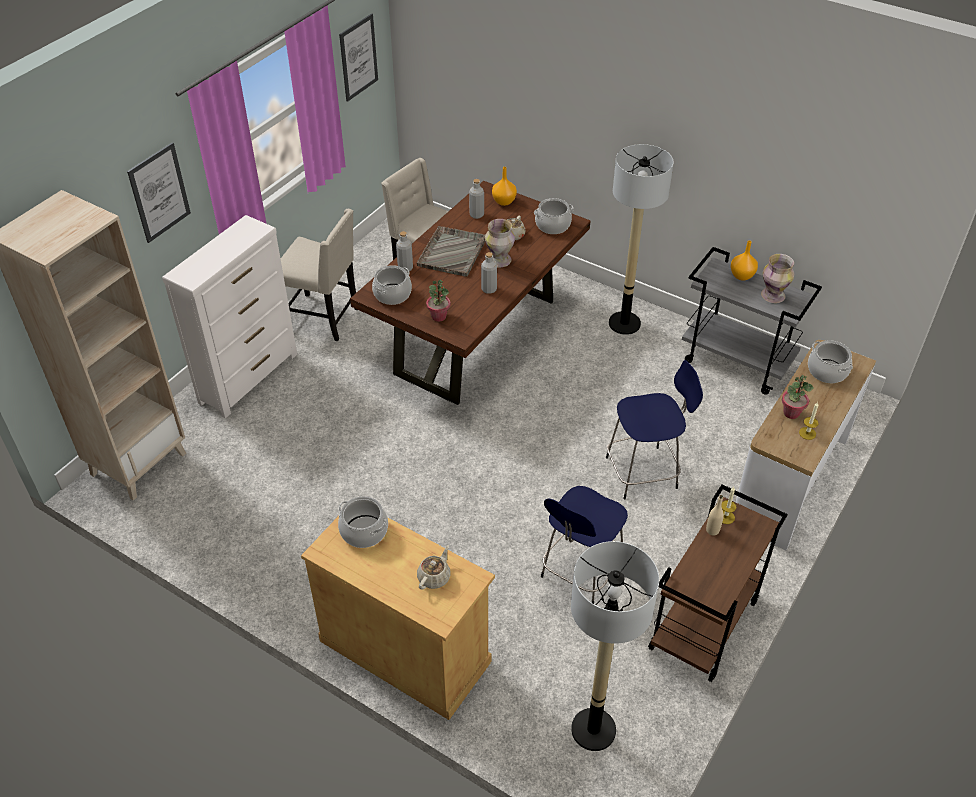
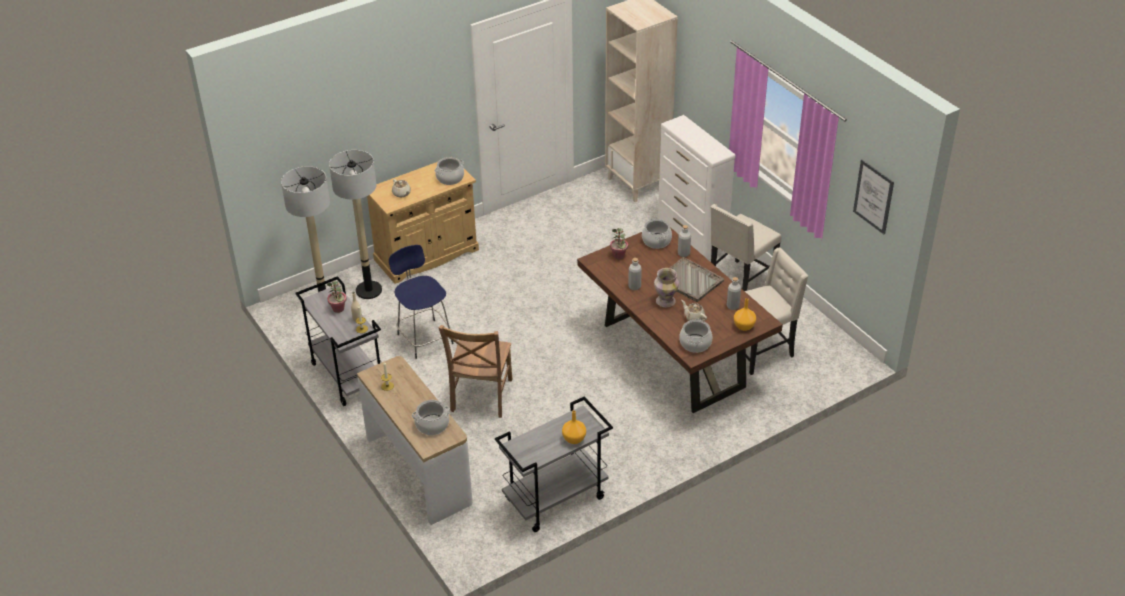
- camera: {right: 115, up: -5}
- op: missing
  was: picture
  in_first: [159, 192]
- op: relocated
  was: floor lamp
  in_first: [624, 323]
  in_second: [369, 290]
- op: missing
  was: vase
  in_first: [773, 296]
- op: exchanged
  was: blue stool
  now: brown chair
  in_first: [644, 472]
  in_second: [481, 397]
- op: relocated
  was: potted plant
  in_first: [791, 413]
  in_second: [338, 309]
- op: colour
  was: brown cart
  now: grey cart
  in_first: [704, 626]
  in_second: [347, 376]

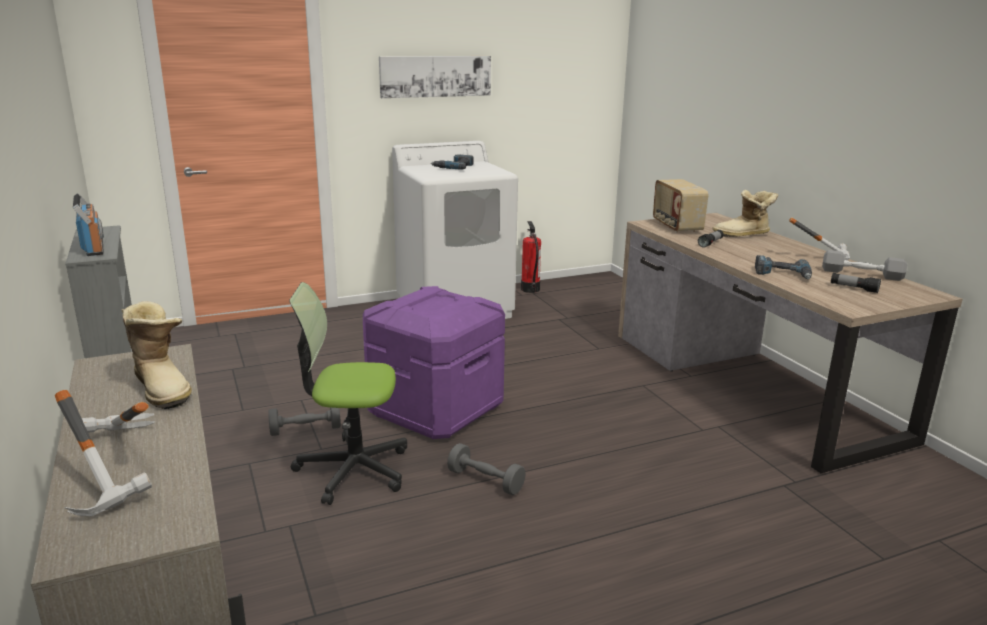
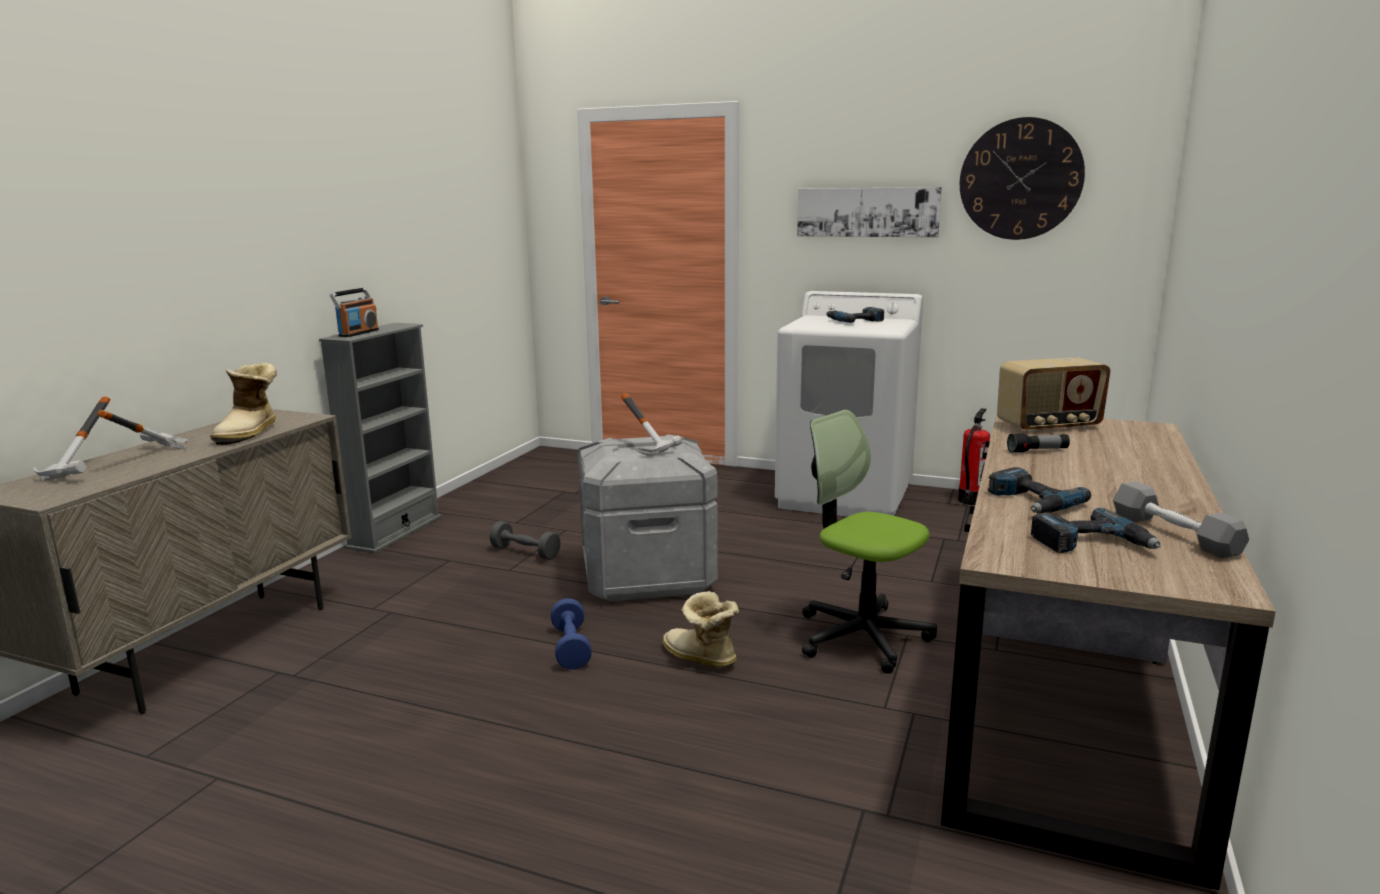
- camera: {right: 45, up: -5}
- op: spun
  was: radio
  in_first: [676, 226]
  in_second: [1049, 426]
  clockwise: -135
- op: relocated
  was: boot
  in_first: [743, 235]
  in_second: [699, 659]
- op: relocated
  was: hammer
  in_first: [818, 257]
  in_second: [652, 447]
- op: exchanged
  was: flashlight
  now: power drill
  in_first: [854, 288]
  in_second: [1092, 543]
- op: relocated
  was: office chair
  in_first: [353, 469]
  in_second: [862, 637]
- op: colour
  was: purple storage box
  now: grey storage box
  in_first: [435, 410]
  in_second: [646, 576]
- op: colour
  was: grey dumbbell
  now: blue dumbbell
  in_first: [485, 481]
  in_second: [571, 647]
- op: appeared
  now: wall clock
  in_second: [1020, 179]

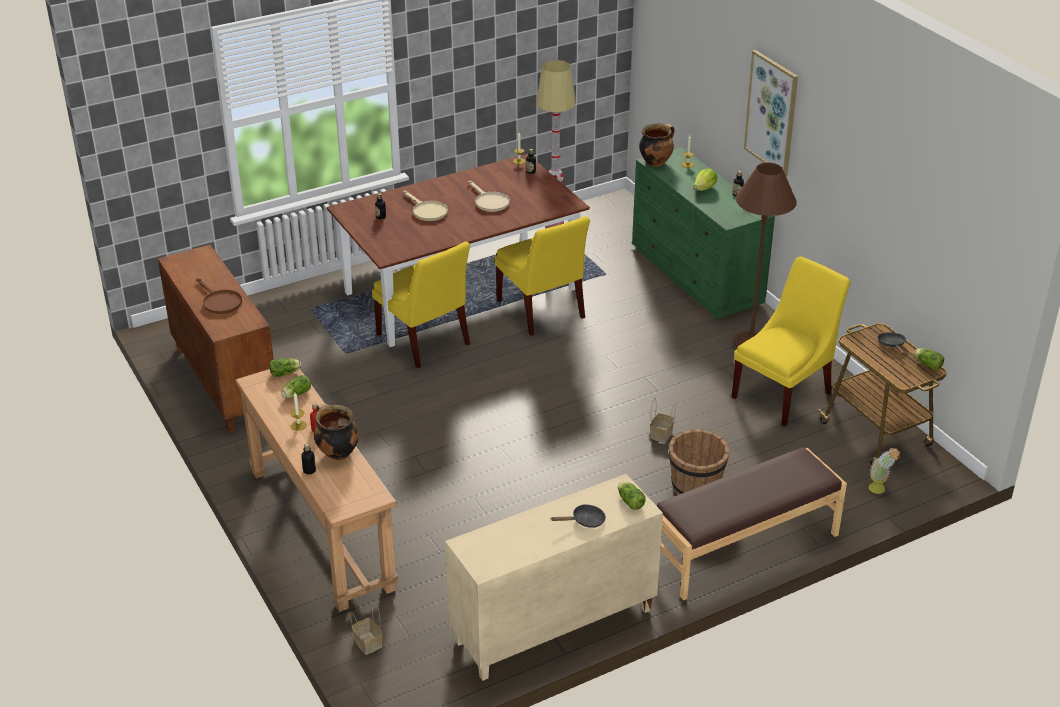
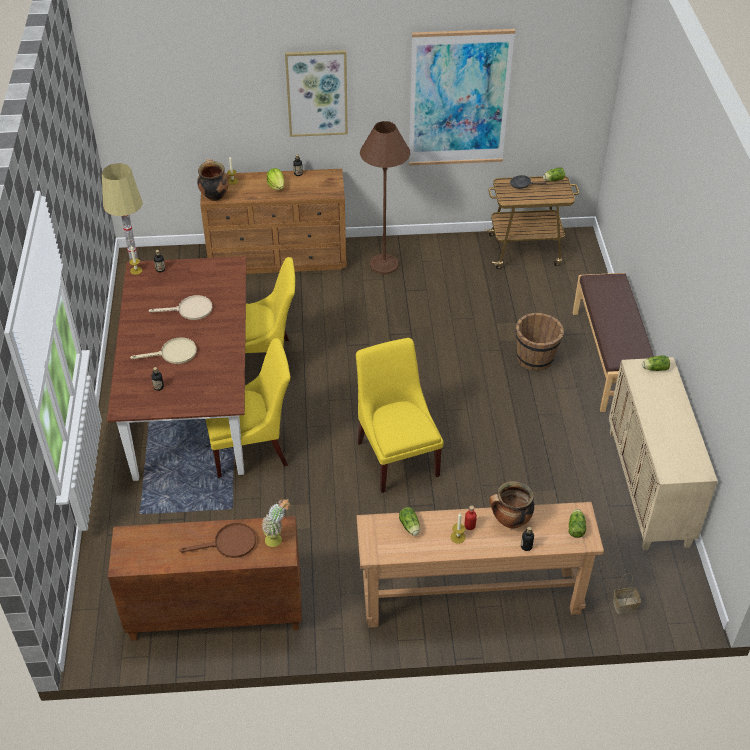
- camera: {right: -65, up: 10}
- op: colour
  was: green dresser
  now: brown dresser
  in_first: [696, 276]
  in_second: [279, 258]
- op: relocated
  was: yellow chair
  in_first: [784, 393]
  in_second: [397, 455]
- op: relocated
  was: lettuce
  in_first: [286, 373]
  in_second: [576, 527]
- op: missing
  was: basket
  in_first: [661, 435]
- op: relocated
  was: potted plant
  in_first: [880, 490]
  in_second: [278, 539]
- op: missing
  was: black frying pan
  in_first: [585, 521]
- op: appeared
  now: picture
  in_second: [459, 99]

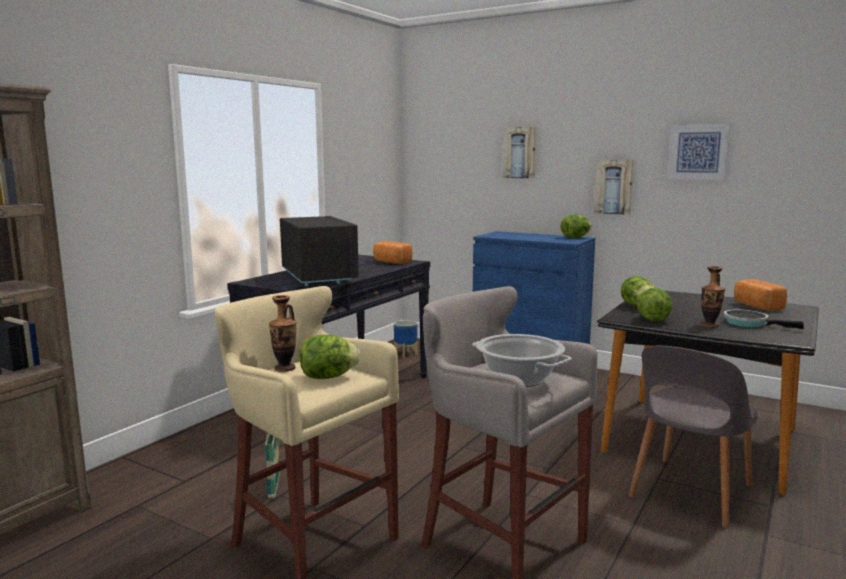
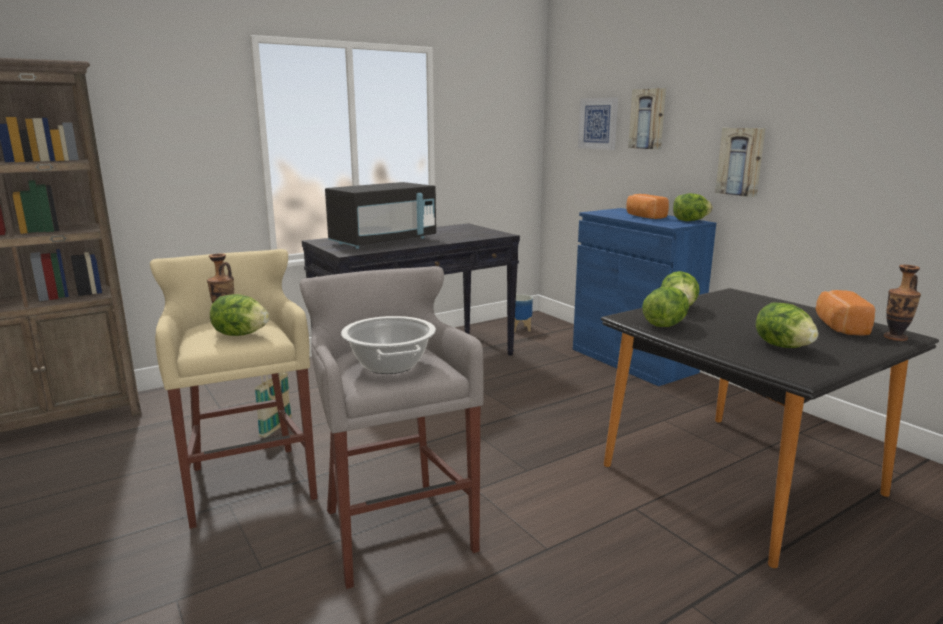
- camera: {right: 25, up: 5}
- op: relocated
  was: picture
  in_first: [698, 152]
  in_second: [598, 123]
- op: spun
  was: black microwave
  in_first: [318, 277]
  in_second: [384, 242]
  clockwise: 45
- op: relocated
  was: bread
  in_first: [391, 262]
  in_second: [644, 217]
- op: relocated
  was: vase
  in_first: [709, 325]
  in_second: [895, 338]
- op: exchanged
  was: frying pan
  now: lettuce
  in_first: [749, 323]
  in_second: [782, 346]
- op: missing
  was: grey chair
  in_first: [689, 493]

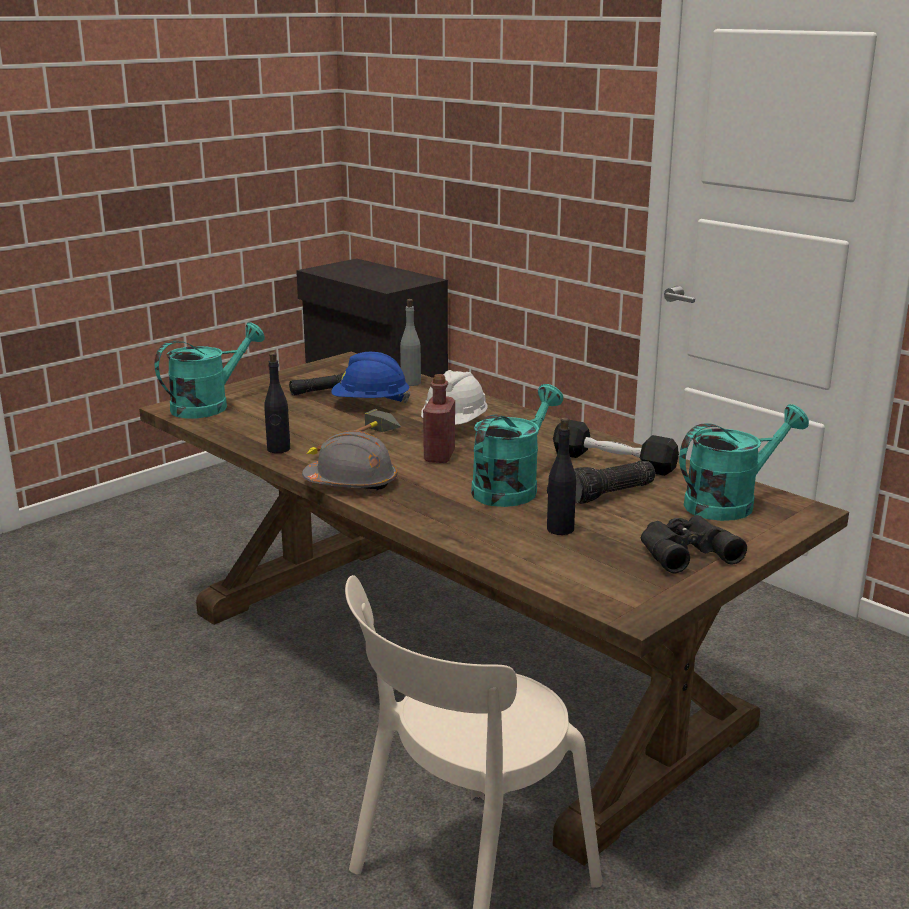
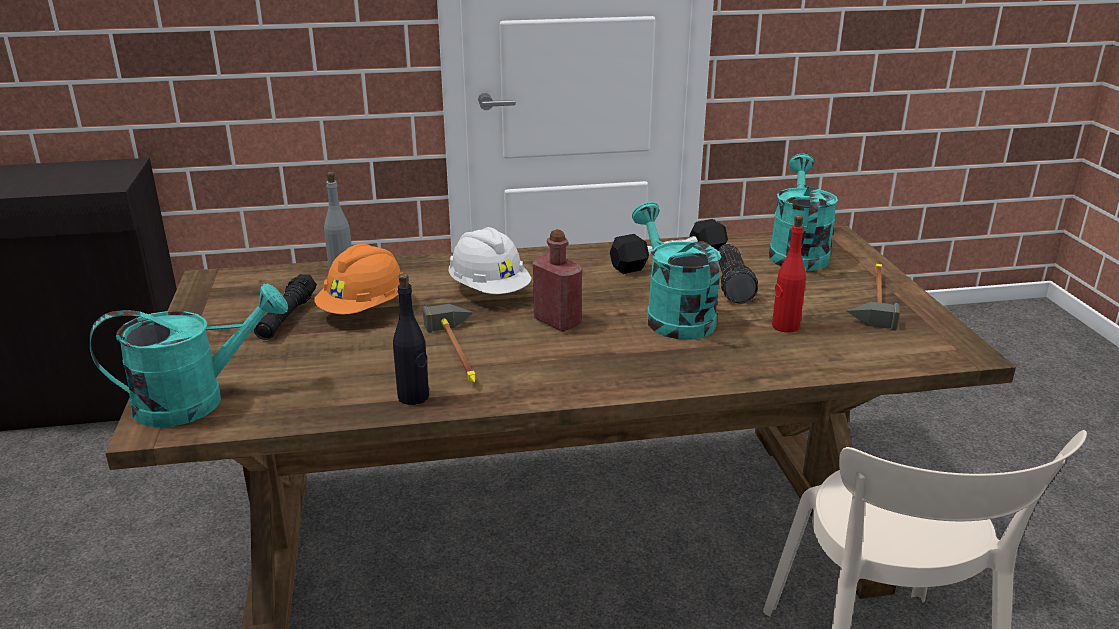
- camera: {right: -55, up: 5}
- op: spun
  was: turquoise watering can
  in_first: [209, 406]
  in_second: [196, 400]
  clockwise: 75
- op: colour
  was: blue hard hat
  now: orange hard hat
  in_first: [370, 404]
  in_second: [364, 309]
- op: colour
  was: black bottle
  now: red bottle
  in_first: [560, 529]
  in_second: [785, 326]
- op: missing
  was: grey hard hat
  in_first: [351, 482]
- op: exchanged
  was: black binoculars
  now: hammer
  in_first: [684, 551]
  in_second: [870, 297]

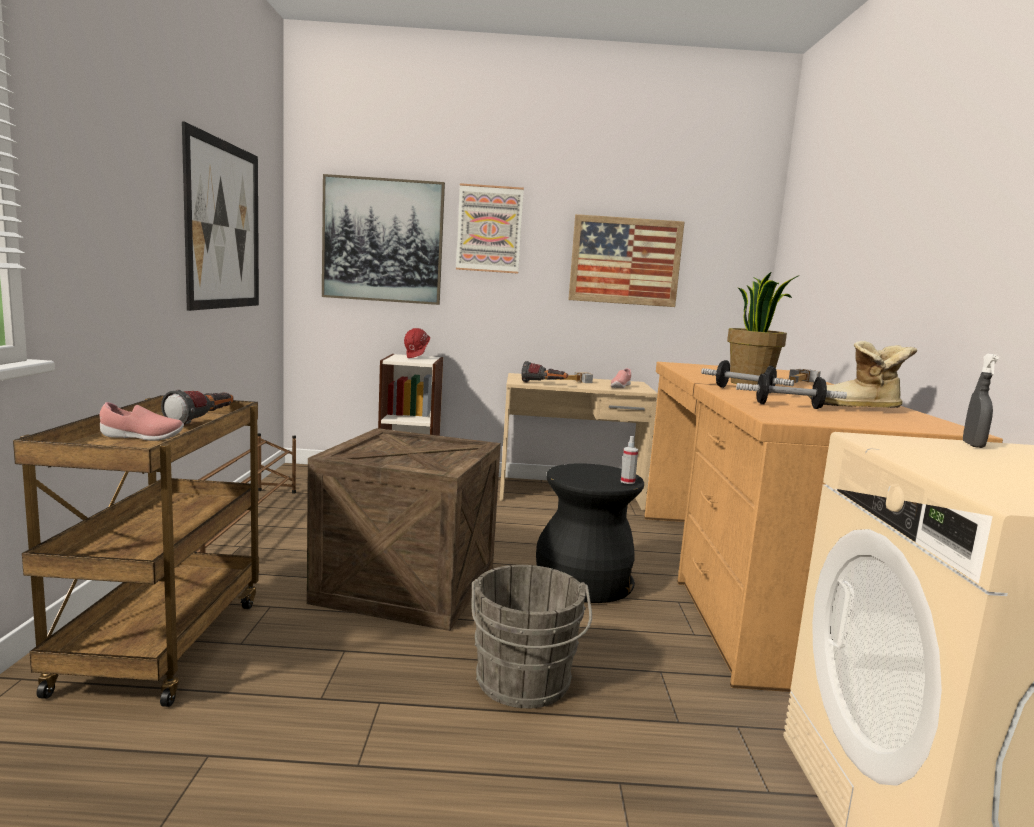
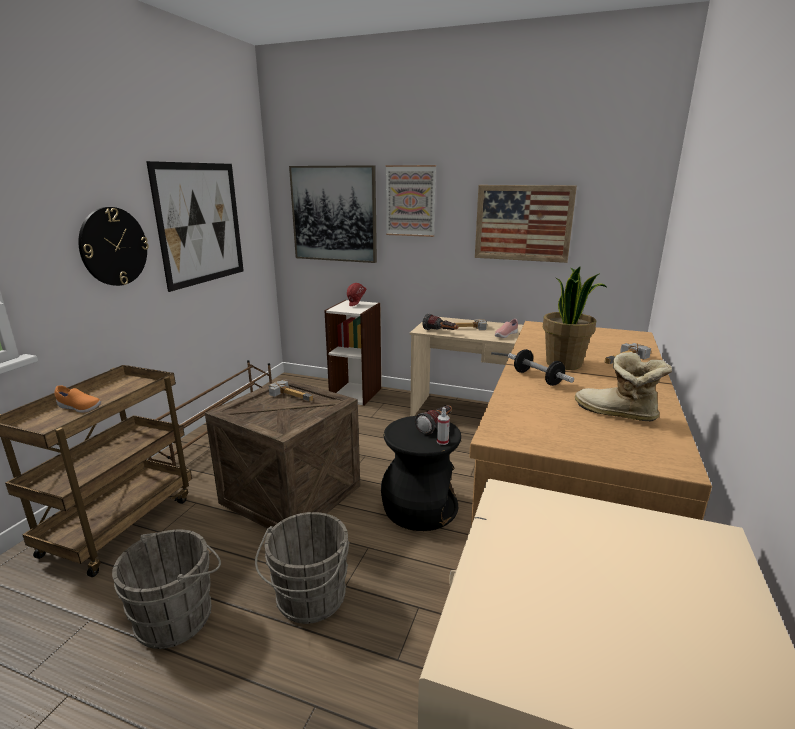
- camera: {right: 20, up: 10}
- op: missing
  was: grey spray bottle
  in_first: [973, 445]
- op: missing
  was: dumbbell
  in_first: [788, 406]
- op: relocated
  was: flashlight
  in_first: [203, 421]
  in_second: [436, 426]
- op: colour
  was: pink shoe
  now: orange shoe
  in_first: [142, 437]
  in_second: [79, 408]
- op: appeared
  now: wall clock
  in_second: [113, 246]
- op: appeared
  now: hammer
  in_second: [293, 395]
- op: appeared
  now: grey bucket
  in_second: [179, 615]

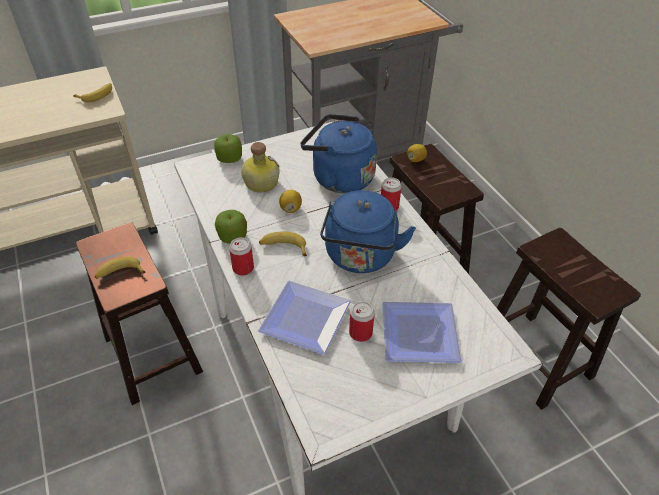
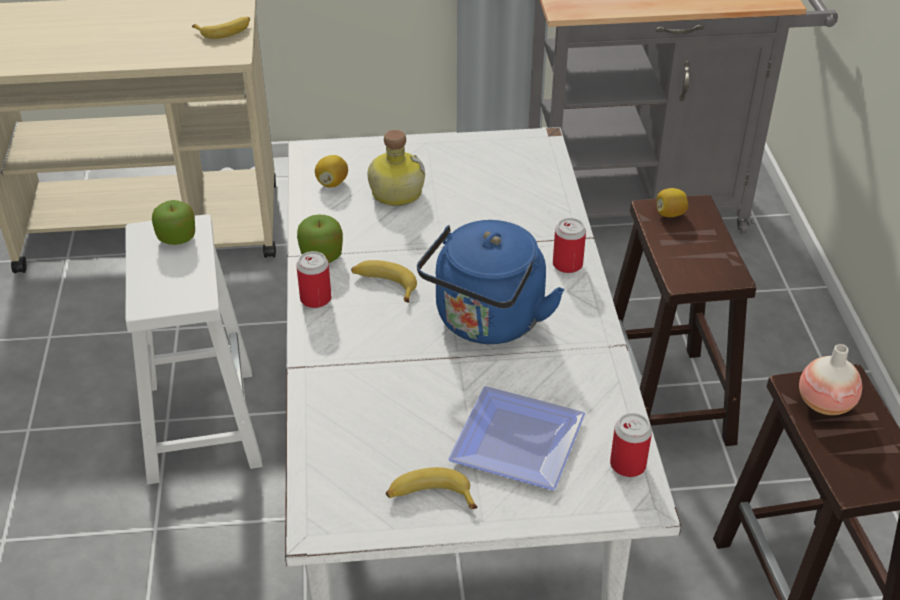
- camera: {right: 20, up: -5}
- op: missing
  was: blue kettle
  in_first: [339, 178]
- op: relocated
  was: apple
  in_first: [229, 158]
  in_second: [177, 237]
- op: relocated
  was: lemon
  in_first: [290, 209]
  in_second: [332, 183]
- op: colour
  was: brown stool
  now: white stool
  in_first: [151, 353]
  in_second: [201, 422]
- op: relocated
  was: banana
  in_first: [119, 273]
  in_second: [430, 497]
- op: missing
  was: plate
  in_first: [306, 321]
- op: relocated
  was: can
  in_first: [360, 333]
  in_second: [628, 464]
- op: appeared
  now: vase
  in_second: [825, 404]

